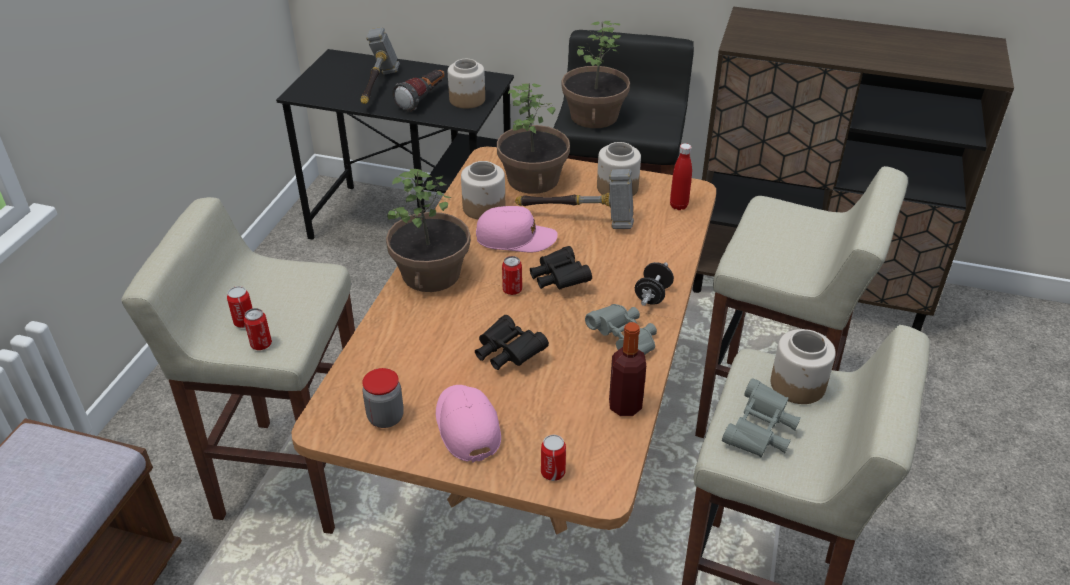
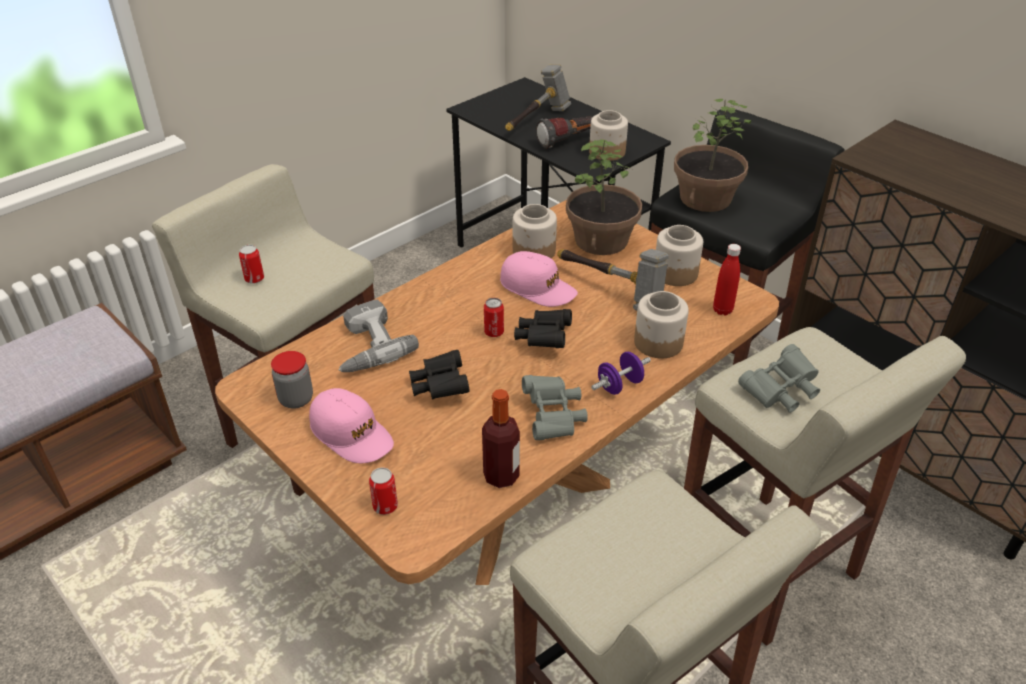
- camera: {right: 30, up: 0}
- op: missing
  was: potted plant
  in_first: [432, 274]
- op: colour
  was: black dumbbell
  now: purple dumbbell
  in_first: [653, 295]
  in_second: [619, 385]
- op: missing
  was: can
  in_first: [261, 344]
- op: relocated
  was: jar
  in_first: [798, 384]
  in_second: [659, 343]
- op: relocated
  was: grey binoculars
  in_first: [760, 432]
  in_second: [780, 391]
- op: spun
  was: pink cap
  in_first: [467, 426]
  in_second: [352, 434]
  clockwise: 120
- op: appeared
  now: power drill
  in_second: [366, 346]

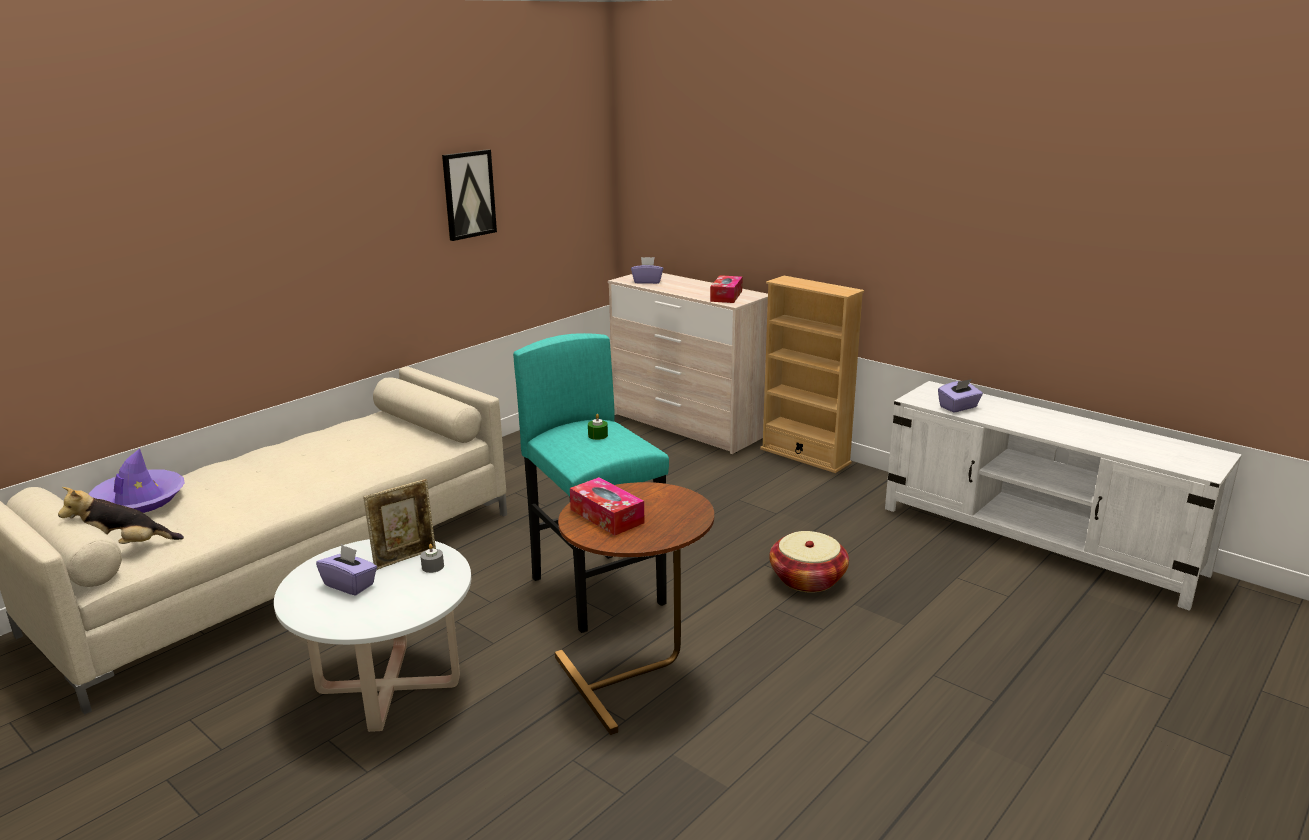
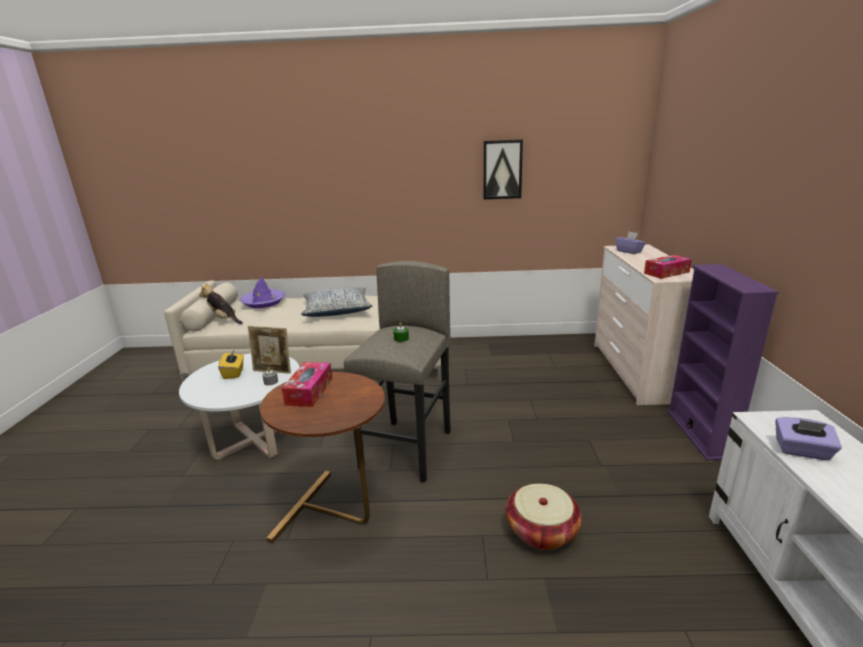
- camera: {right: 50, up: 0}
- op: colour
  was: beige bookcase
  now: purple bookcase
  in_first: [805, 456]
  in_second: [699, 433]
- op: colour
  was: turquoise stool
  now: grey stool
  in_first: [598, 591]
  in_second: [408, 449]
- op: colour
  was: purple tissue box
  now: yellow tissue box
  in_first: [350, 584]
  in_second: [234, 373]
- op: appeared
  now: pillow
  in_second: [337, 310]

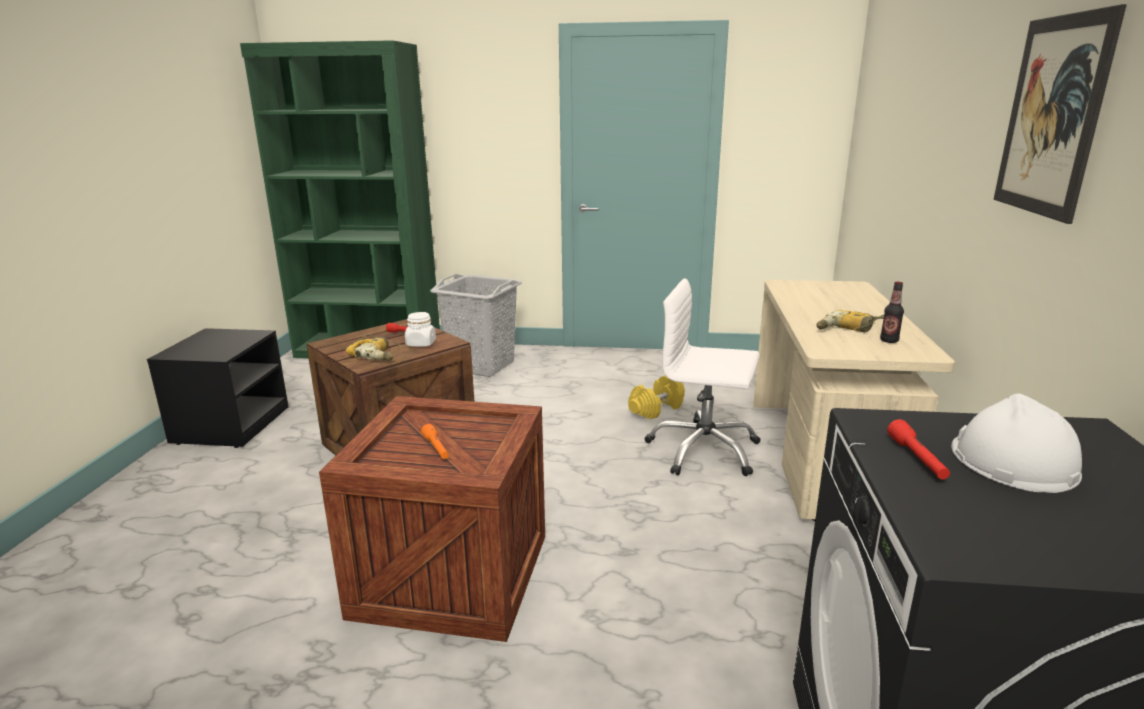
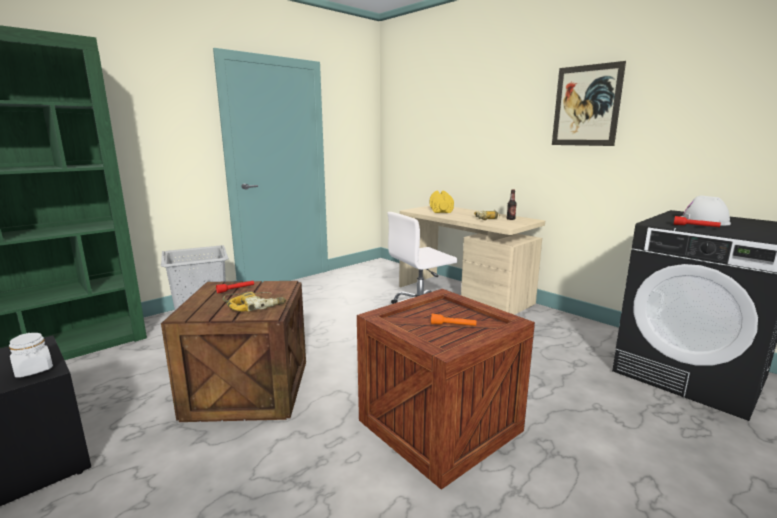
- camera: {right: -50, up: -5}
- op: relocated
  was: white jar
  in_first: [421, 344]
  in_second: [34, 370]
- op: relocated
  was: yellow dumbbell
  in_first: [656, 409]
  in_second: [441, 210]

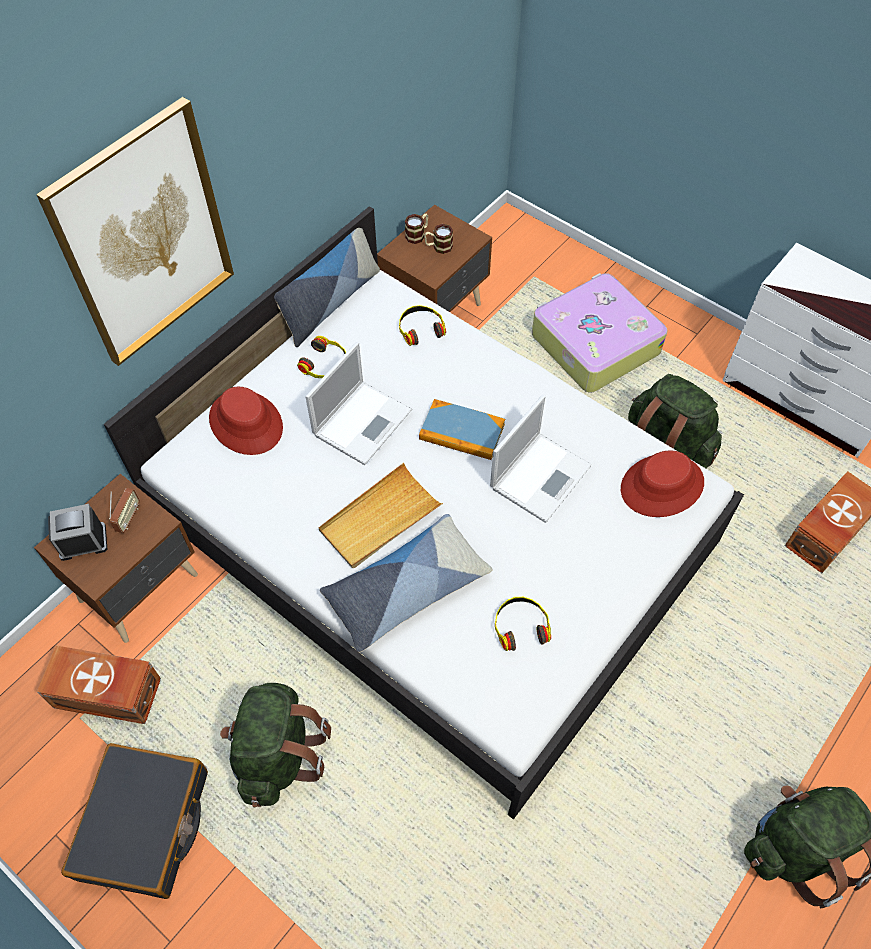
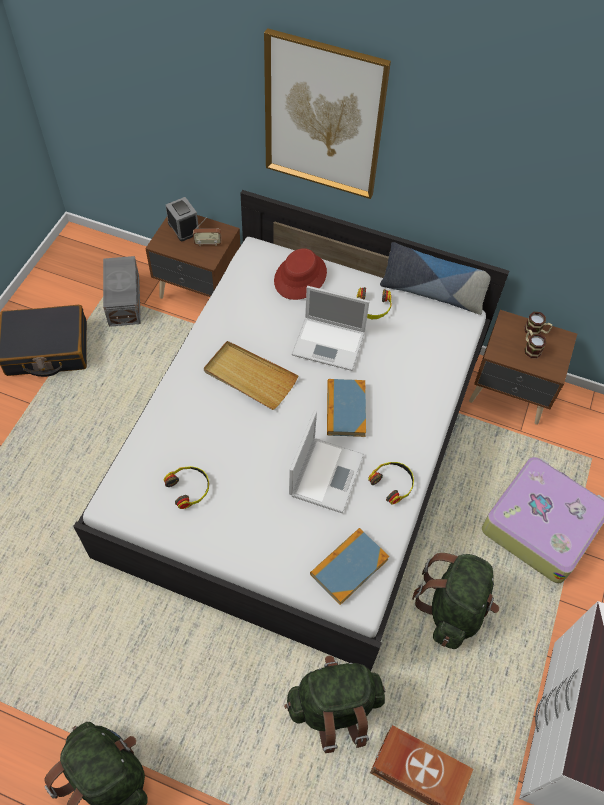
- camera: {right: 70, up: 0}
- op: relocated
  was: headphones
  in_first: [420, 329]
  in_second: [392, 483]
- op: spun
  was: laptop
  in_first: [541, 475]
  in_second: [326, 473]
  clockwise: -90
- op: exchanged
  was: red hat
  now: book
  in_first: [662, 486]
  in_second: [349, 566]
- op: missing
  was: pillow
  in_first: [406, 588]
- op: colour
  was: brown storage box
  now: grey storage box
  in_first: [108, 695]
  in_second: [123, 302]
- op: relocated
  was: green backpack
  in_first: [277, 754]
  in_second: [334, 707]

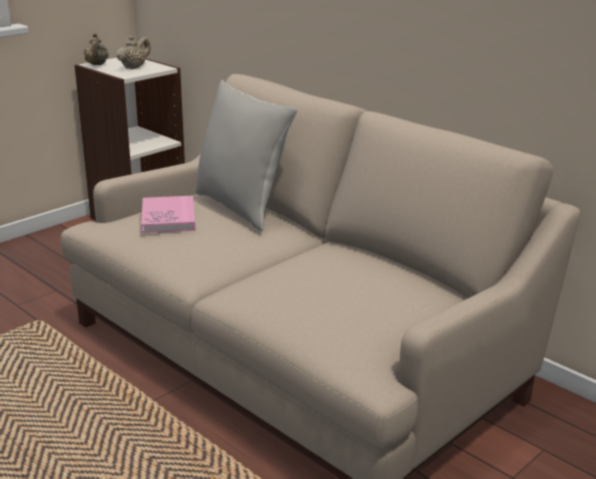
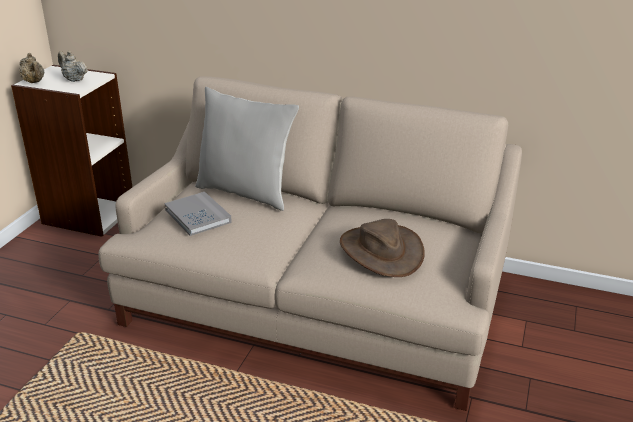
- camera: {right: -25, up: 5}
- op: spun
  was: beige teapot
  in_first: [134, 67]
  in_second: [74, 79]
  clockwise: -60
- op: colour
  was: pink book
  now: grey book
  in_first: [168, 217]
  in_second: [197, 216]
- op: appeared
  now: brown hat
  in_second: [381, 251]

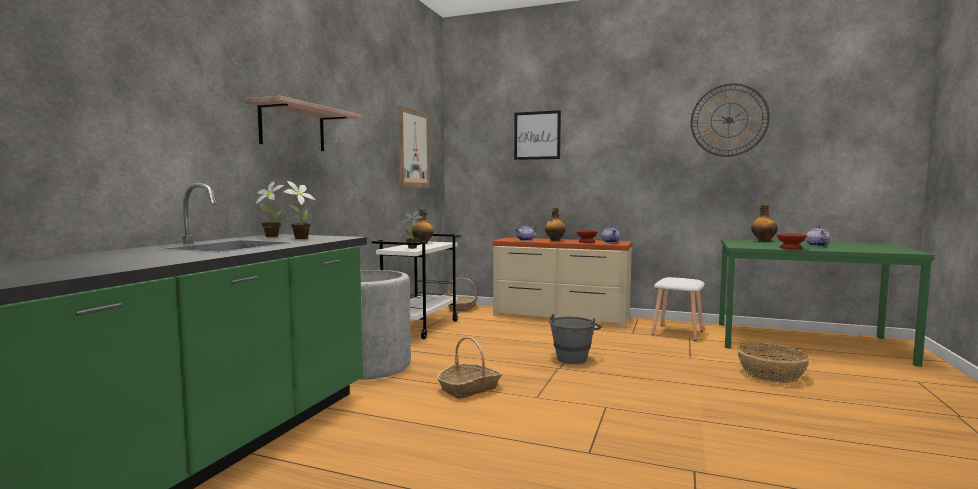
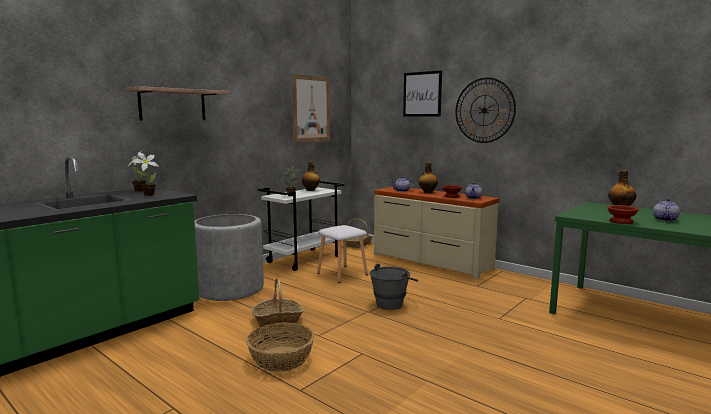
- camera: {right: 20, up: 5}
- op: relocated
  was: wall clock
  in_first: [729, 120]
  in_second: [484, 110]
- op: relocated
  was: white stool
  in_first: [677, 332]
  in_second: [342, 273]
- op: relocated
  was: basket
  in_first: [771, 374]
  in_second: [281, 359]

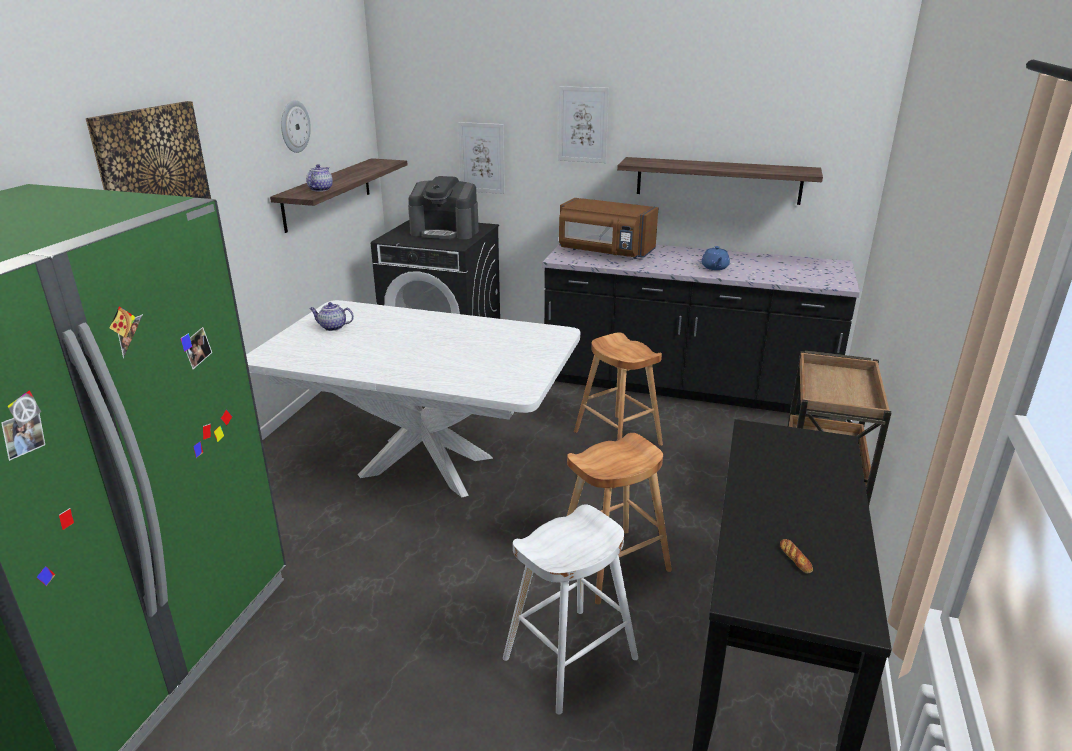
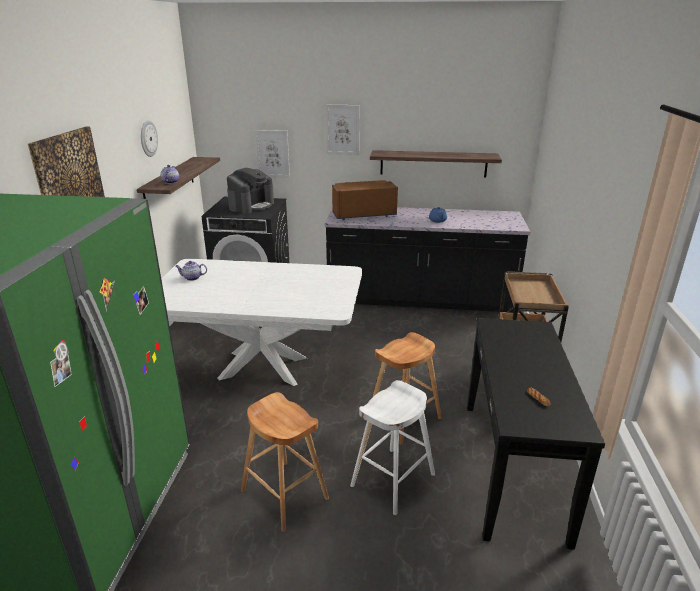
- camera: {right: -10, up: 0}
- op: spun
  was: coffee machine
  in_first: [445, 232]
  in_second: [251, 206]
  clockwise: -60
- op: spun
  was: brown microwave
  in_first: [604, 252]
  in_second: [363, 214]
  clockwise: 150
- op: relocated
  was: brown stool
  in_first: [618, 438]
  in_second: [284, 495]

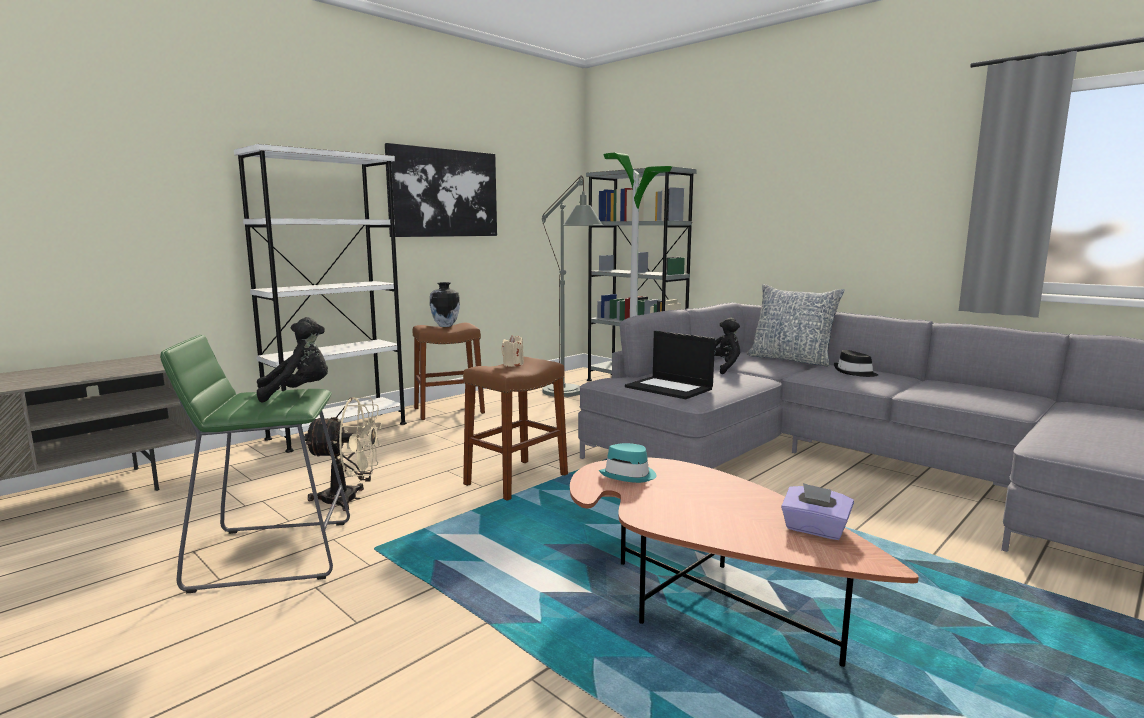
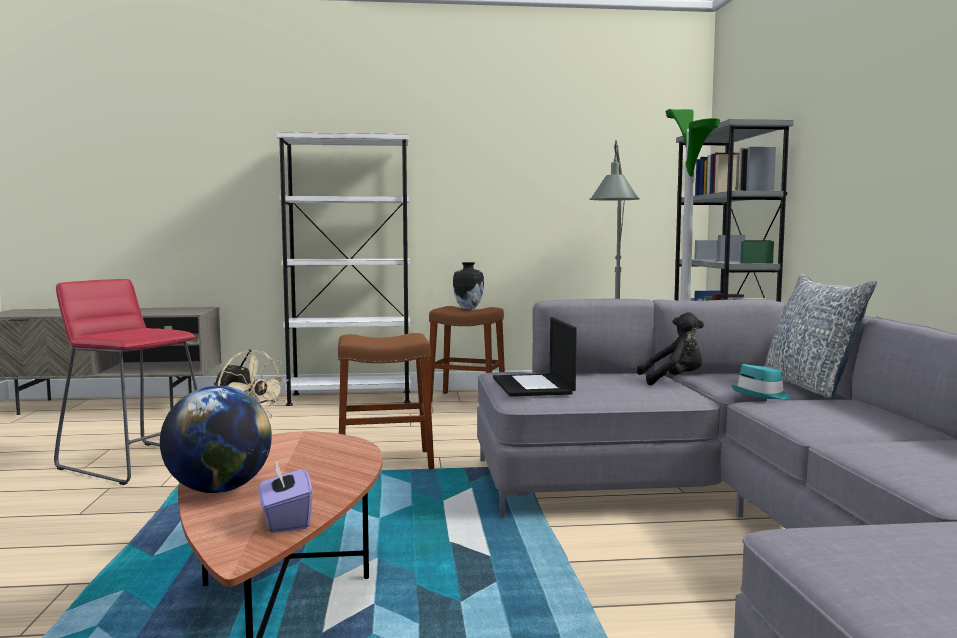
- camera: {right: 40, up: -5}
- op: missing
  was: picture
  in_first: [443, 193]
- op: missing
  was: black plush toy
  in_first: [298, 393]
- op: colour
  was: green stool
  now: red stool
  in_first: [272, 554]
  in_second: [135, 462]
- op: missing
  was: beige candle
  in_first: [513, 364]
- op: missing
  was: black hat
  in_first: [854, 373]
- op: relocated
  was: turquoise hat
  in_first: [629, 475]
  in_second: [762, 395]
- op: appeared
  now: globe
  in_second: [219, 490]

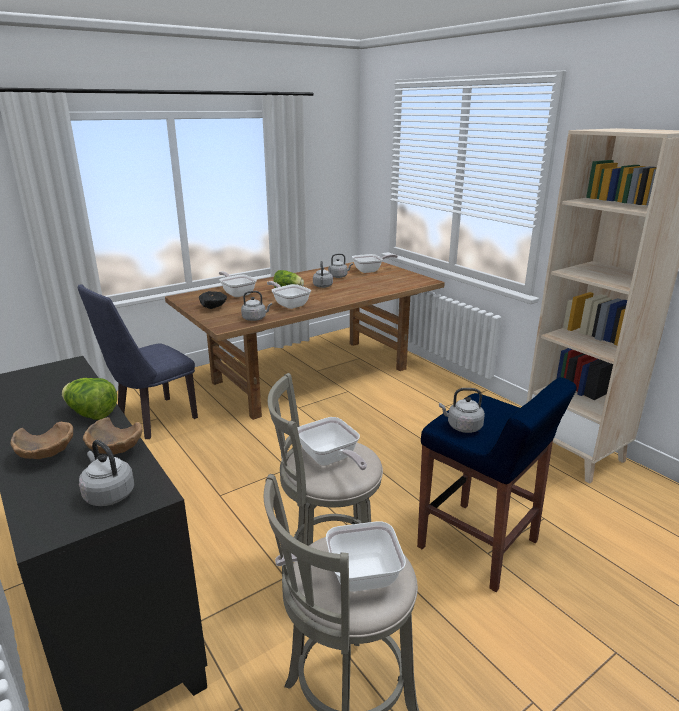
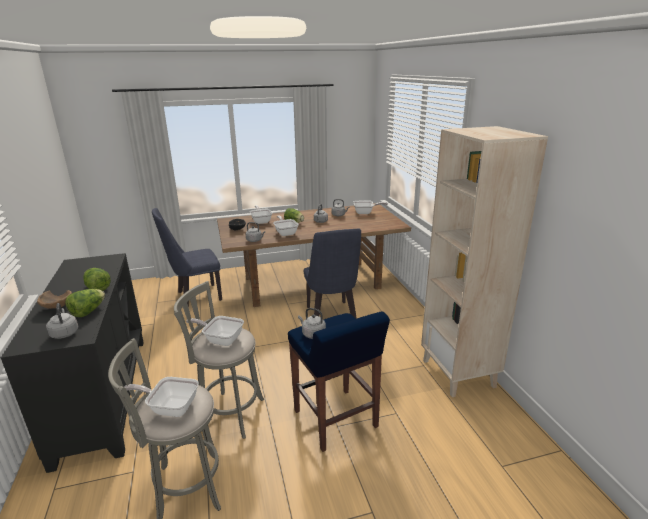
- camera: {right: 20, up: 0}
- op: exchanged
  was: brown bowl
  now: lettuce
  in_first: [115, 452]
  in_second: [88, 312]
- op: spun
  was: frying pan
  in_first: [330, 460]
  in_second: [221, 339]
  clockwise: 120
- op: appeared
  now: blue chair
  in_second: [332, 316]

